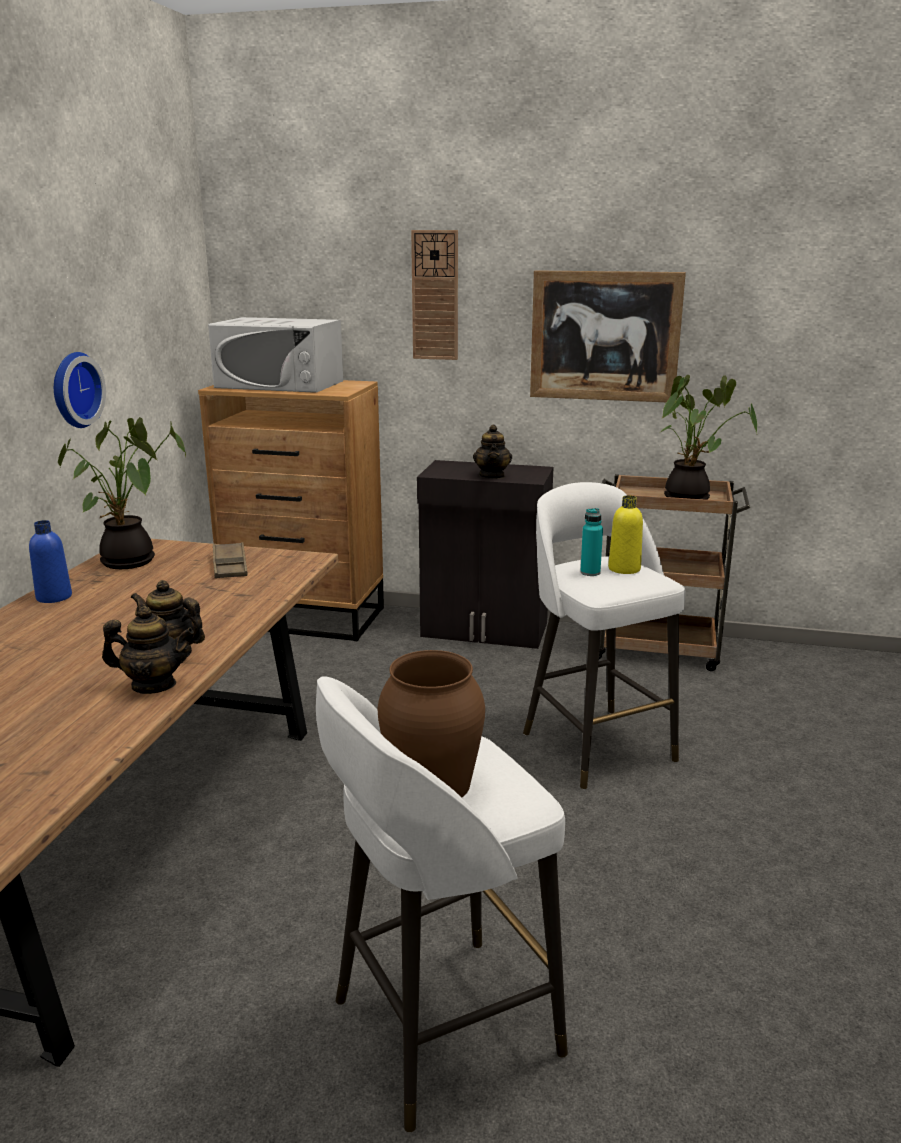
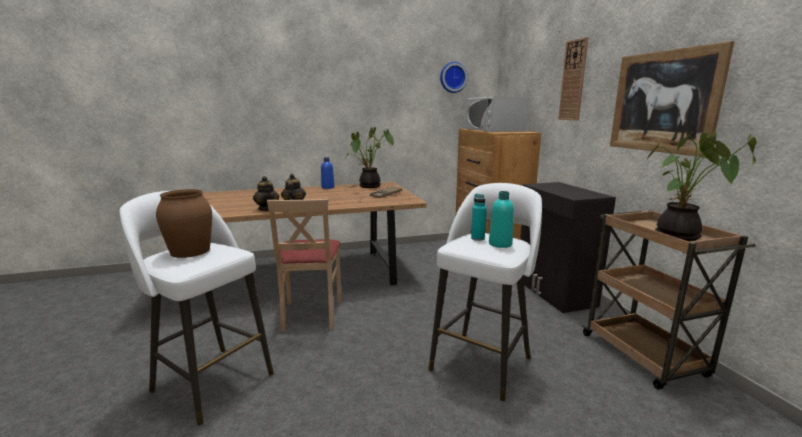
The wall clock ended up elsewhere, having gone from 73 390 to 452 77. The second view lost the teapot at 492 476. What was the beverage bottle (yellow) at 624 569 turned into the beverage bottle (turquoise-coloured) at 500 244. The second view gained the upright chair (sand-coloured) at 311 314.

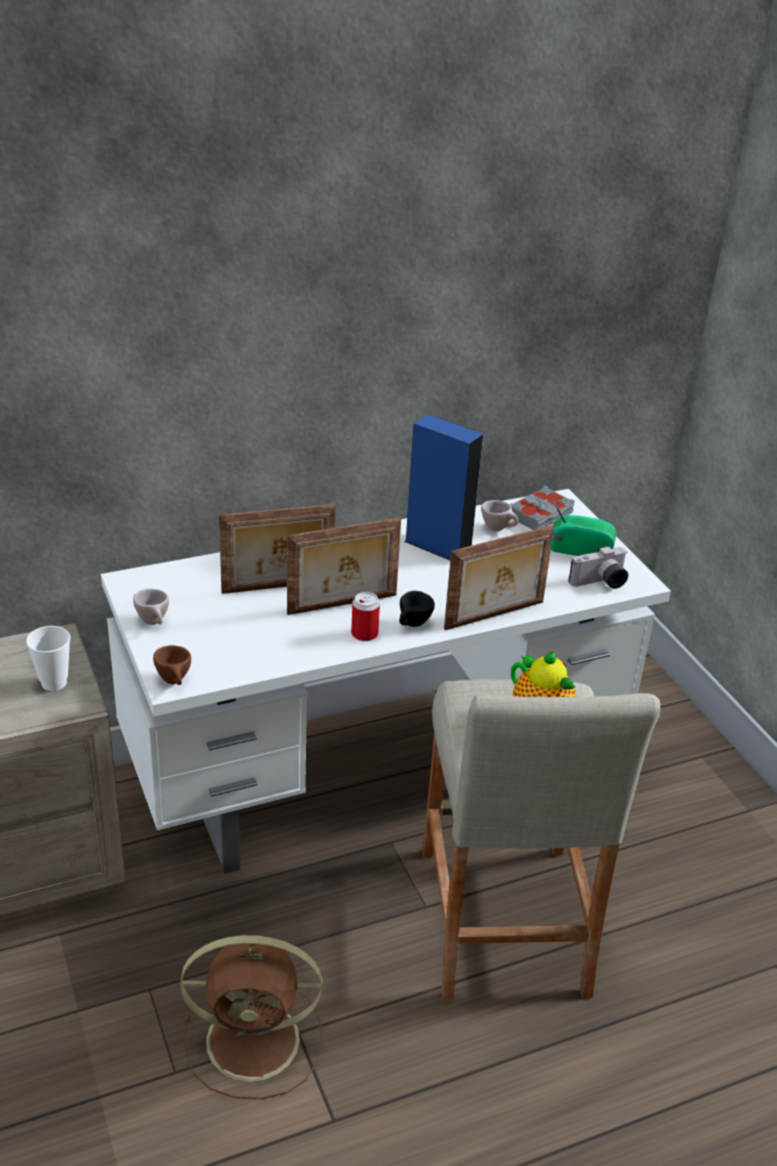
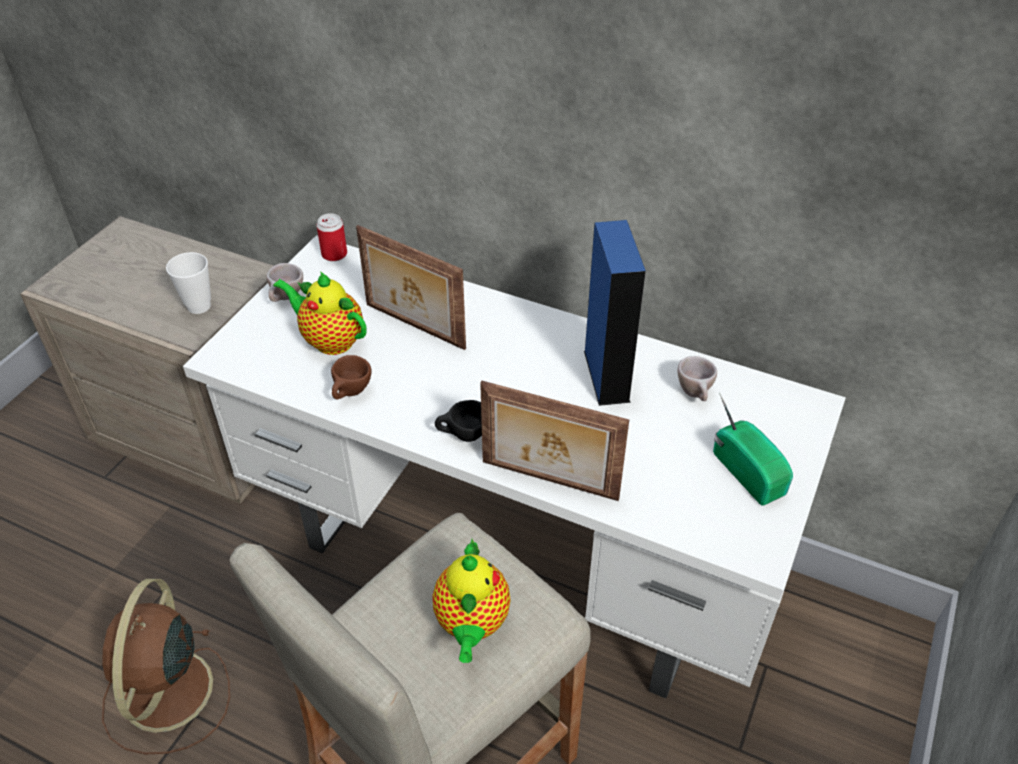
The second view lost the book (gray) at 541 515. The second view lost the picture frame at 343 605. The second view lost the photo camera at 600 583. The can ended up elsewhere, having gone from 364 634 to 334 254. The small cup (brownish) ended up elsewhere, having gone from 175 682 to 351 394. The cooling fan (brownish) at 257 1040 ended up facing another way, 45 degrees clockwise from before. The second view gained the teapot at 330 340.

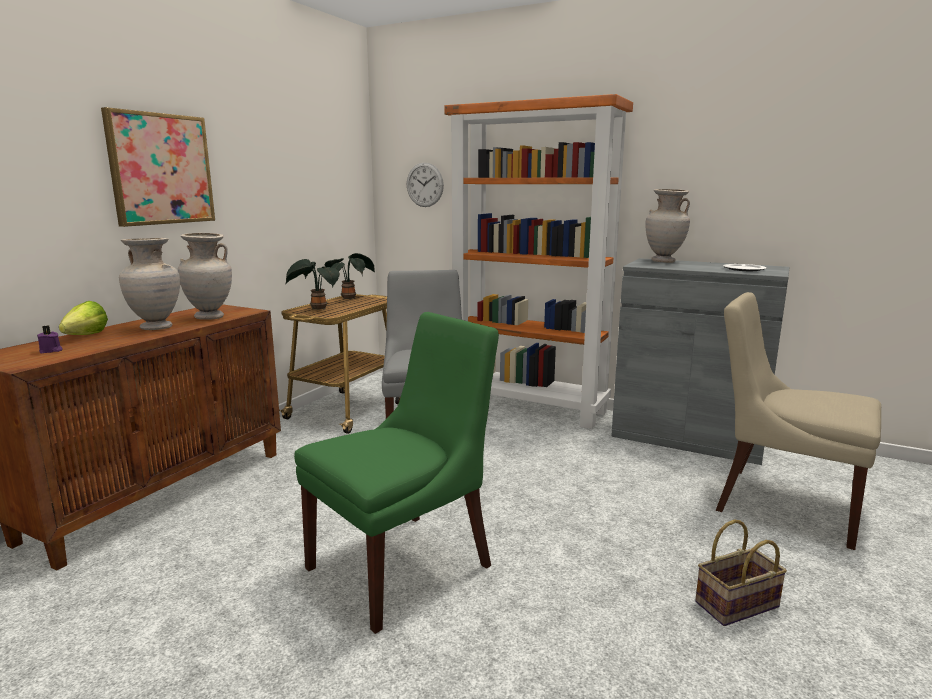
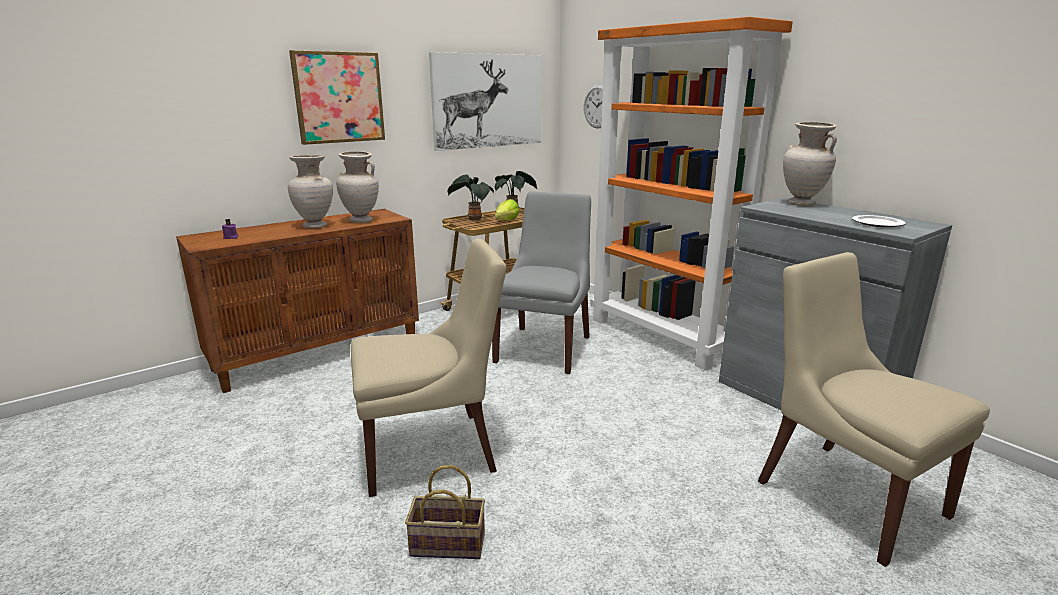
The lettuce ended up elsewhere, having gone from 81 338 to 504 222. What was the upright chair (greenish) at 404 564 turned into the upright chair (sand-coloured) at 433 451. The household basket ended up elsewhere, having gone from 736 606 to 445 545. The second view gained the picture at 488 101.

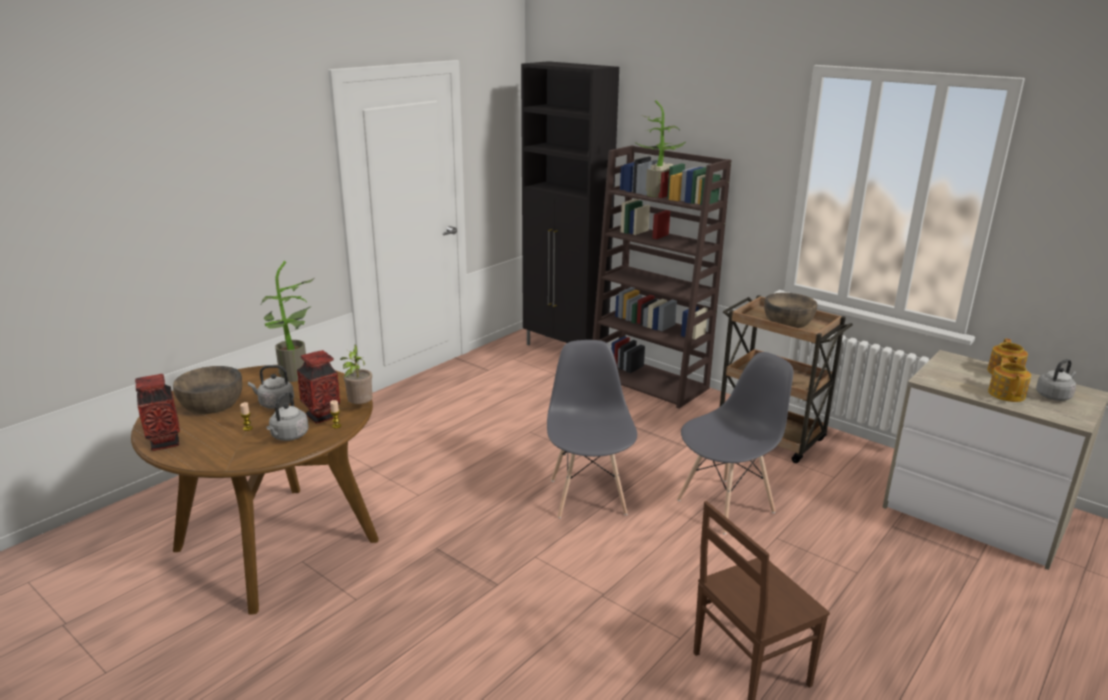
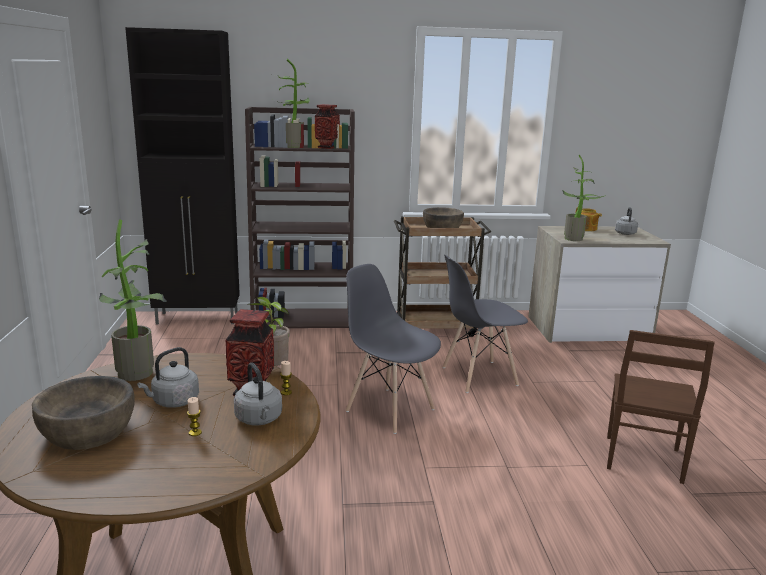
The upright chair (gray) at 726 505 ended up facing another way, 120 degrees counterclockwise from before. The second view lost the teapot at 1006 394. The flower vase ended up elsewhere, having gone from 164 443 to 327 147. The second view gained the houseplant at 576 239.

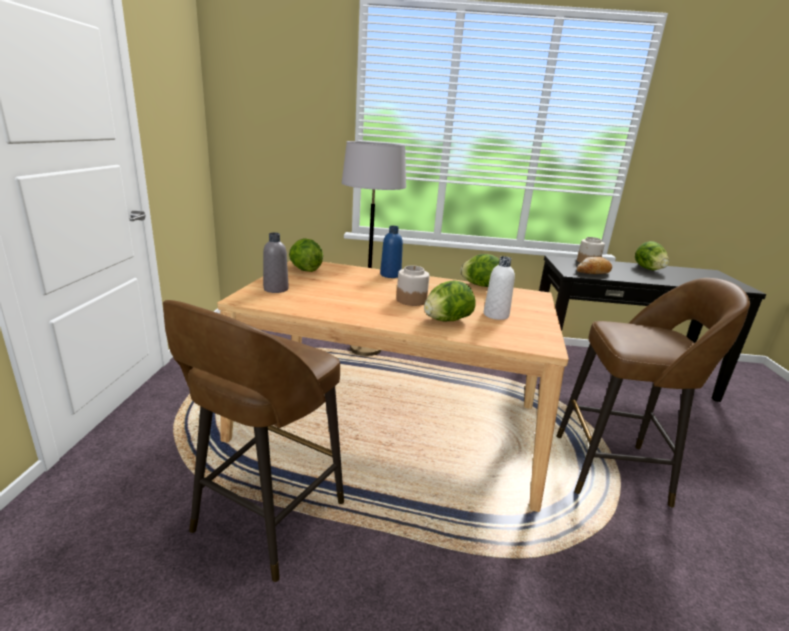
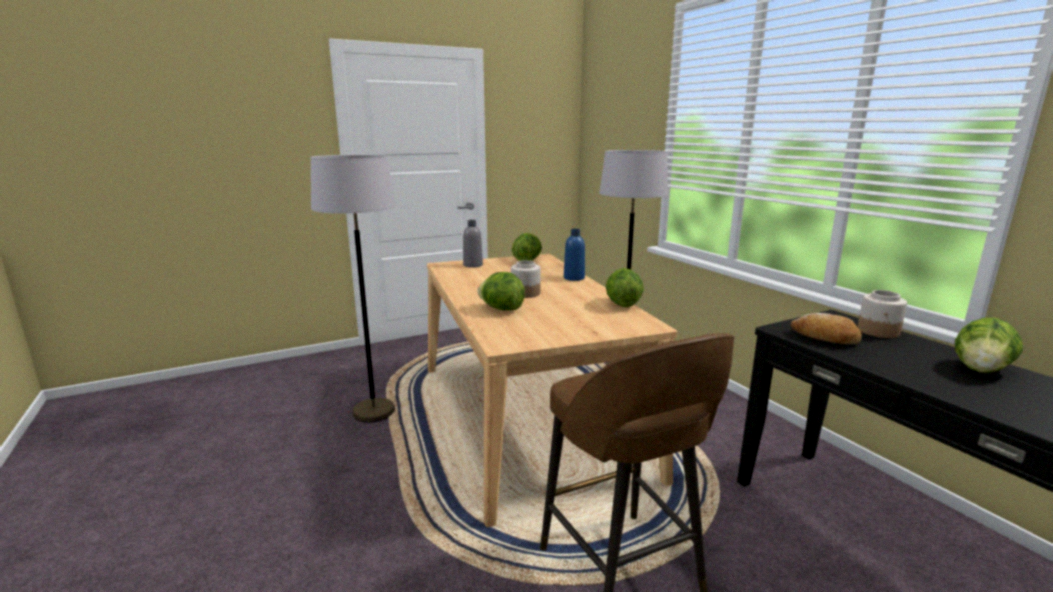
The second view lost the beverage bottle (white-coloured) at 496 315. Where the stool (brownish) stood at 266 519, the standard lamp (gray) came to stand at 374 412.

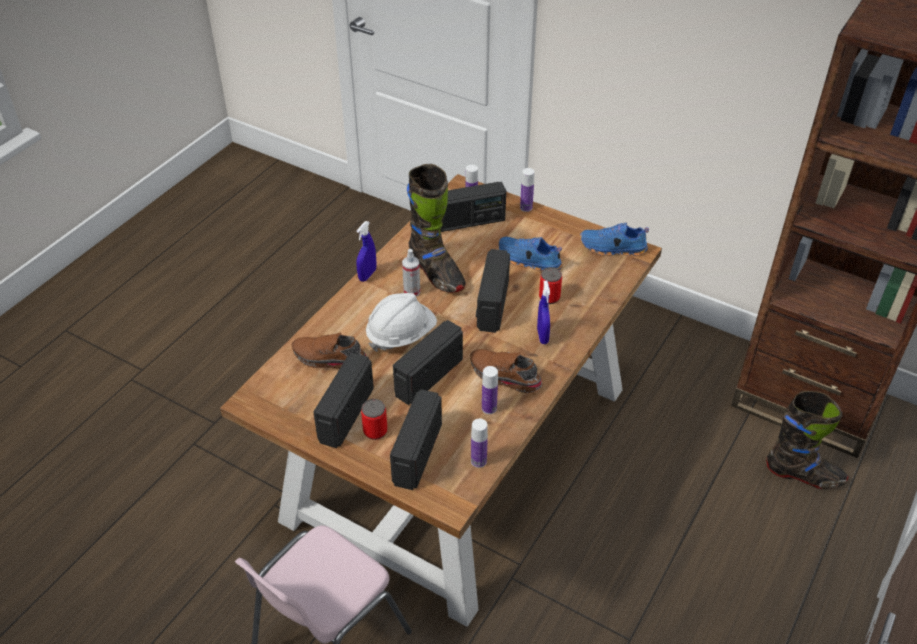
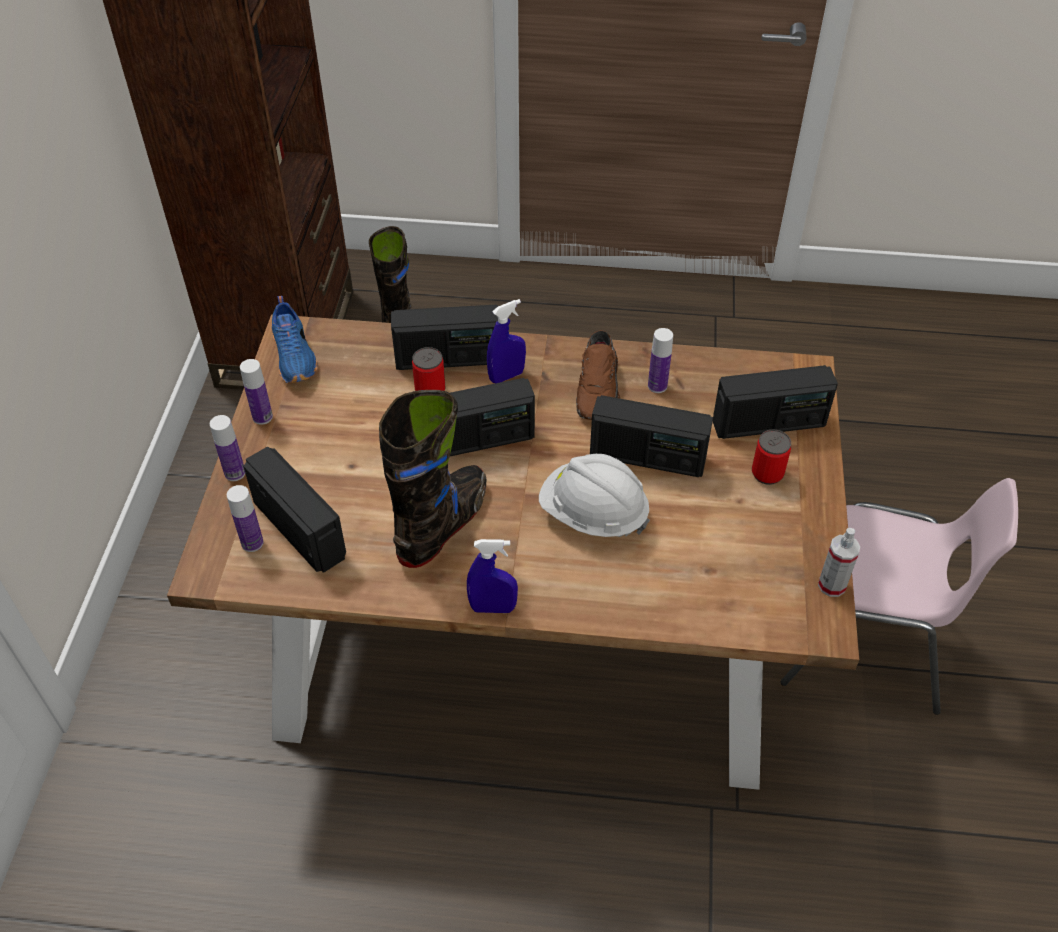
The second view lost the low shoe (blue-coloured) at 528 261. The spray bottle ended up elsewhere, having gone from 412 291 to 832 585. The second view lost the low shoe (brownish) at 329 359. The radio set ended up elsewhere, having gone from 345 414 to 449 359. The beverage bottle ended up elsewhere, having gone from 478 461 to 262 417.

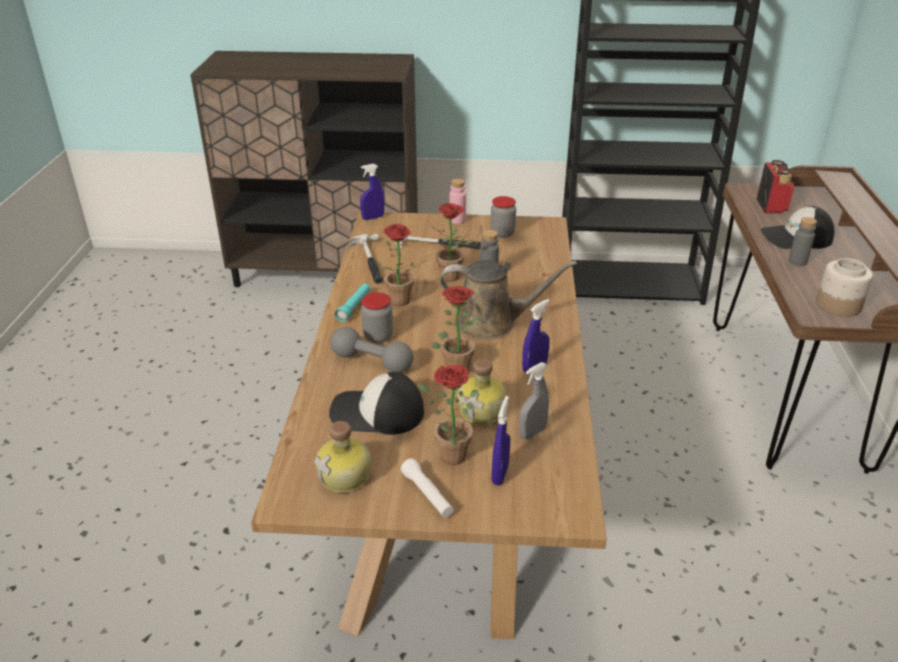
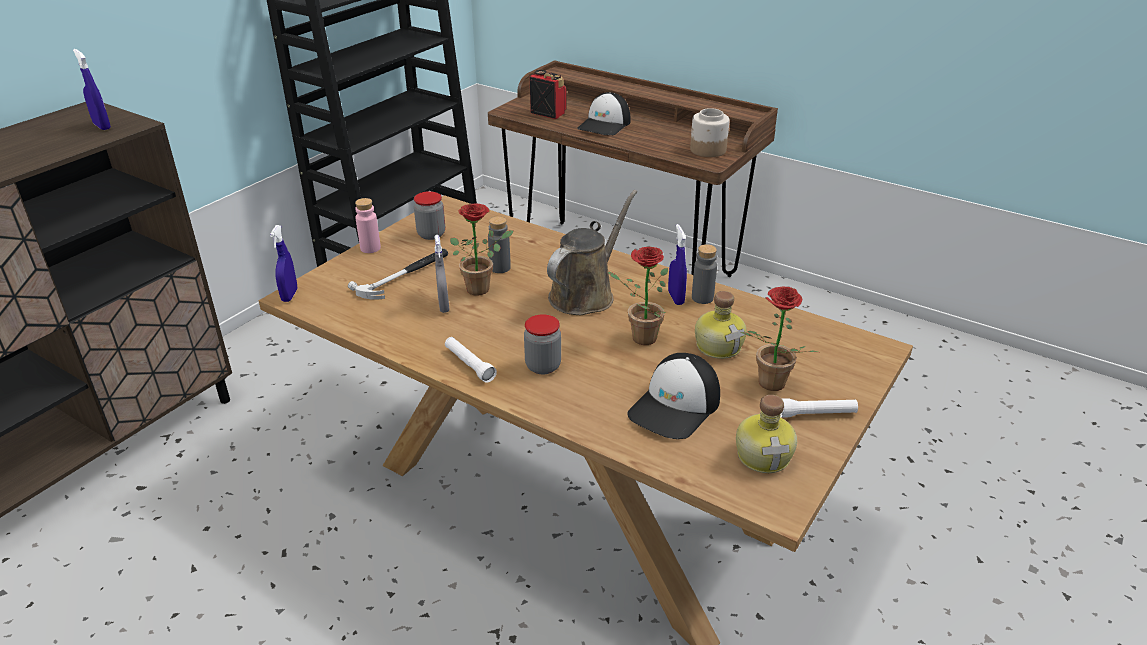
The beverage bottle (gray) ended up elsewhere, having gone from 797 262 to 702 298. The second view lost the houseplant at 400 303. The second view lost the hammer at 369 261. What was the torch (turquoise-coloured) at 354 307 turned into the torch (white-coloured) at 469 365. The second view lost the dumbbell (gray) at 372 362. The spray bottle (gray) ended up elsewhere, having gone from 532 433 to 444 306. The spray bottle (blue-coloured) ended up elsewhere, having gone from 500 474 to 102 126.

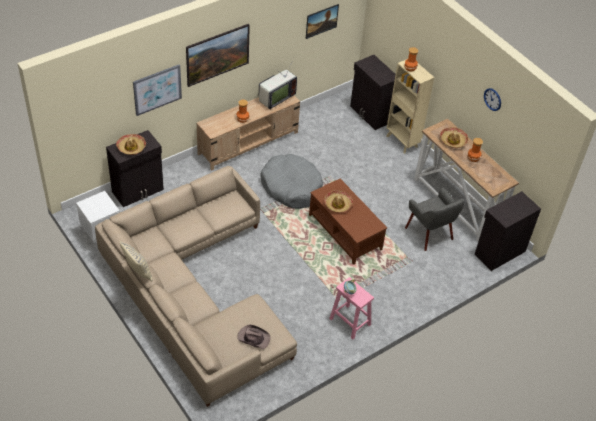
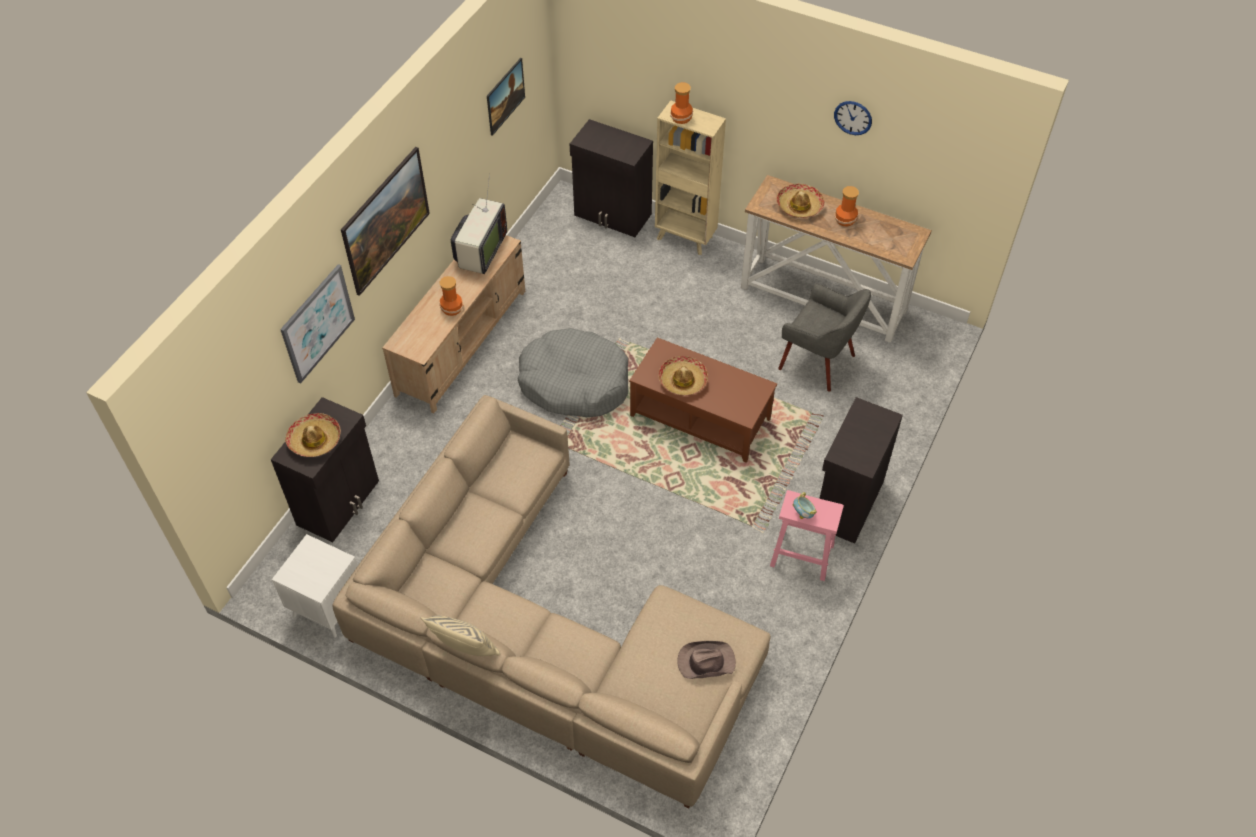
The storage cabinet (black-coloured) ended up elsewhere, having gone from 499 252 to 847 504.

